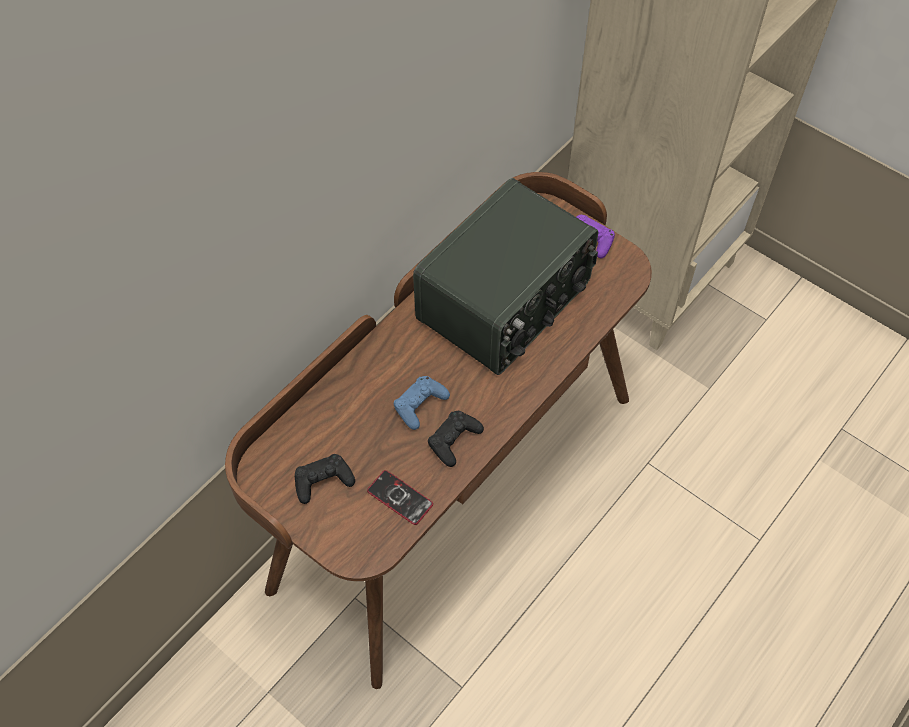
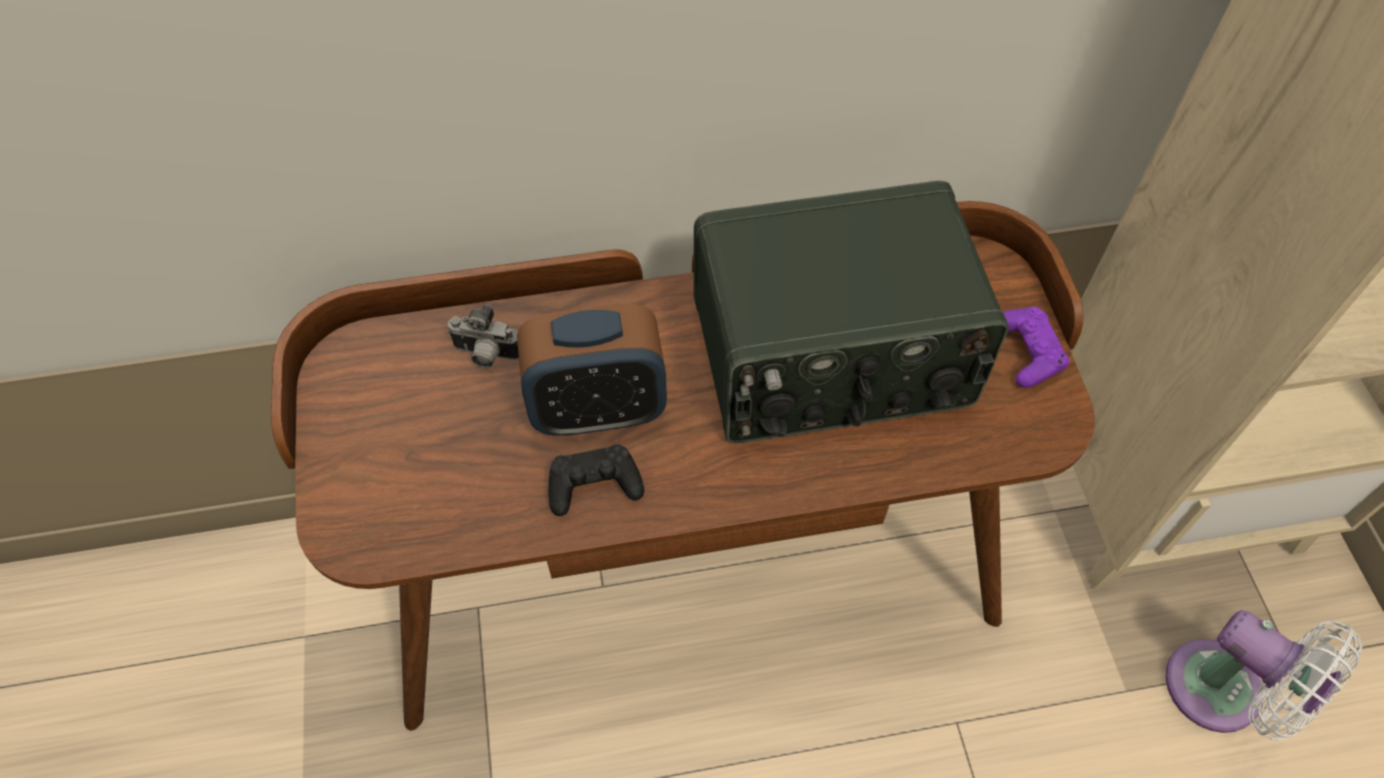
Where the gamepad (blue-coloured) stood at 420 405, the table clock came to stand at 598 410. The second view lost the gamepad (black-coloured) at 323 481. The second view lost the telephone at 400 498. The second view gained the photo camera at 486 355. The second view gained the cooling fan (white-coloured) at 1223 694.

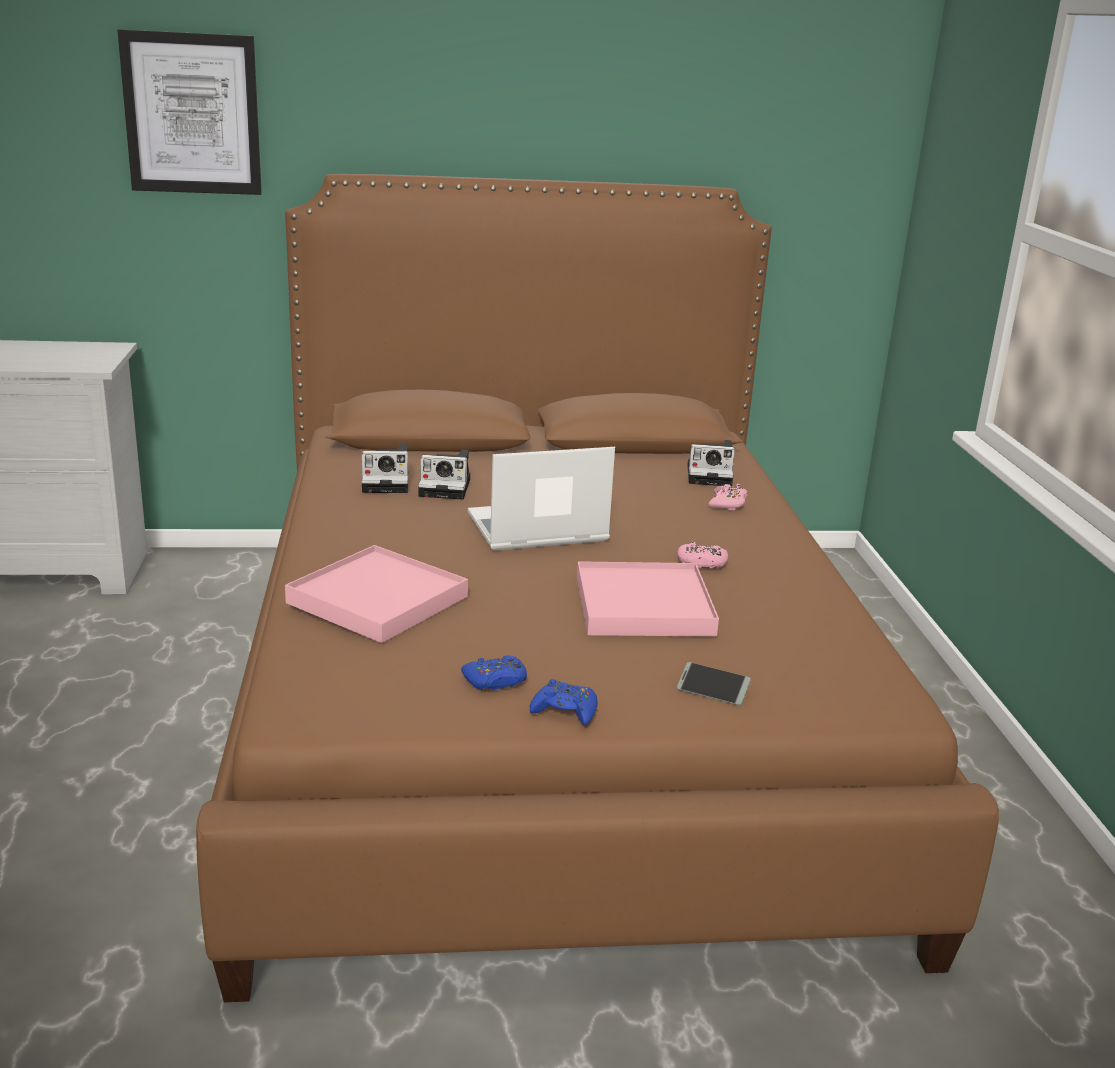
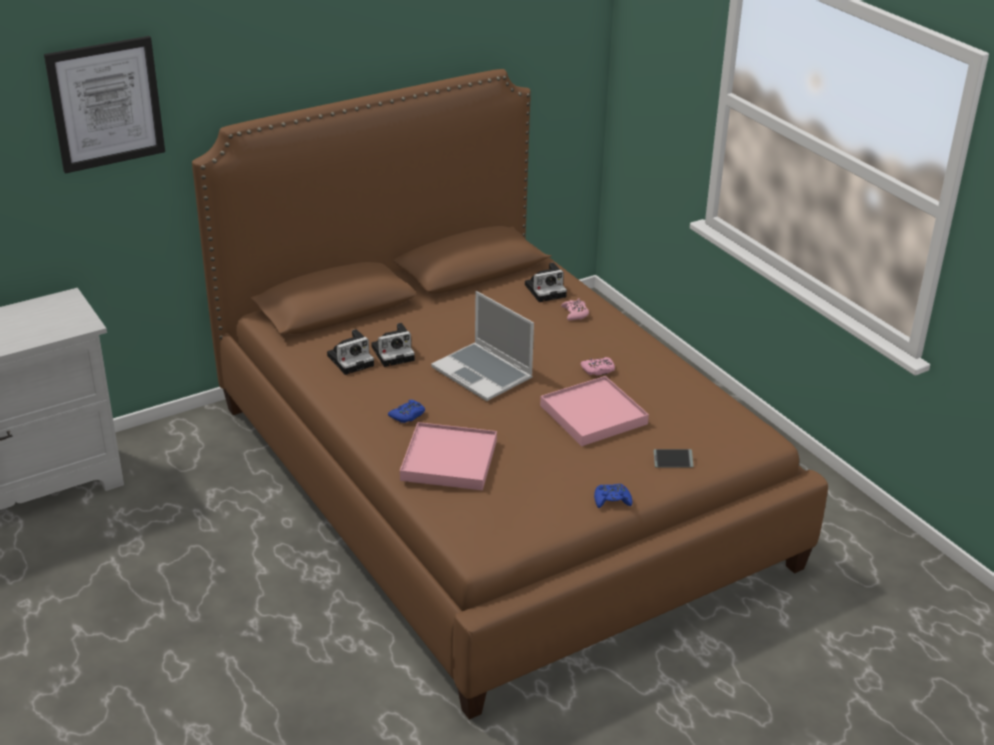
The laptop at 536 530 ended up facing another way, 90 degrees counterclockwise from before. The gamepad (blue-coloured) ended up elsewhere, having gone from 495 681 to 408 415.

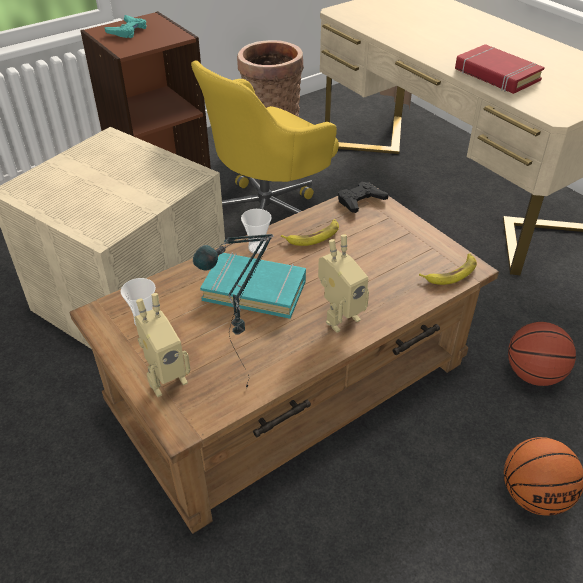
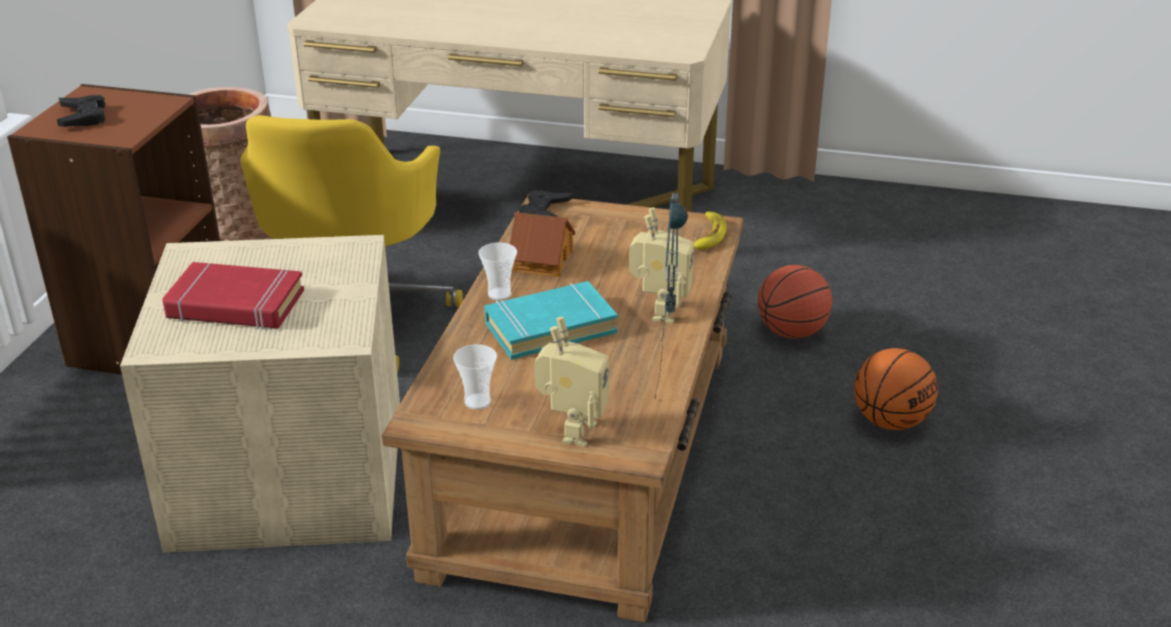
What was the gamepad (turquoise-coloured) at 128 31 turned into the gamepad (black-coloured) at 83 117. The book (red) ended up elsewhere, having gone from 496 75 to 235 305. Where the banana fruit stood at 313 236, the model house came to stand at 541 260.

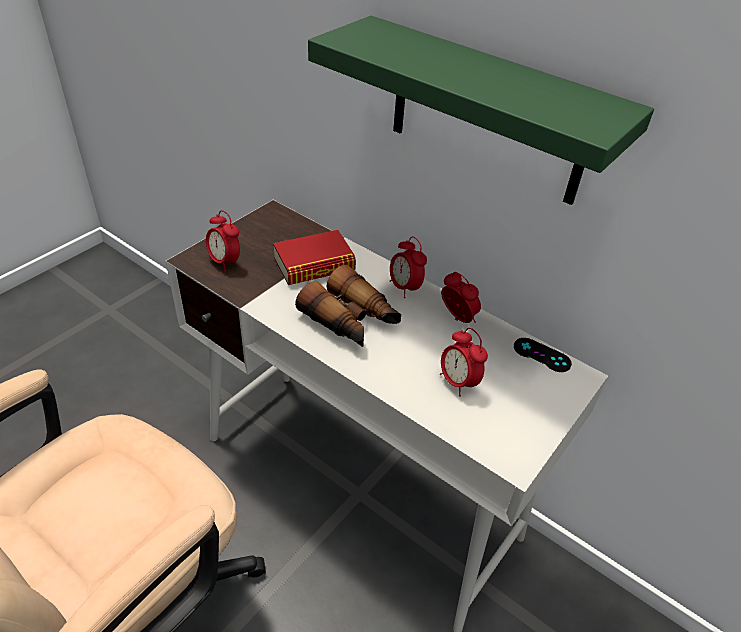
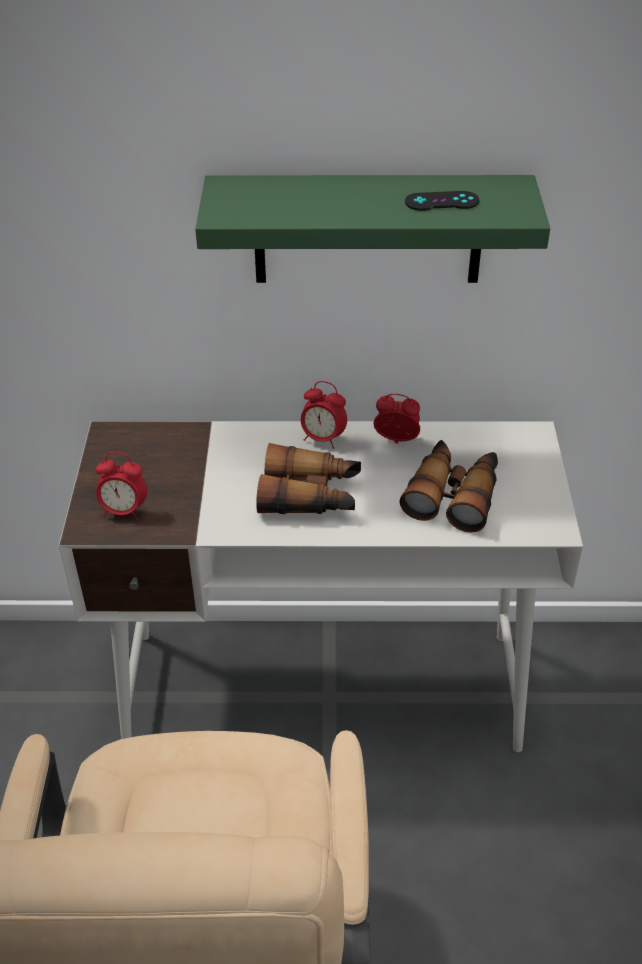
The second view lost the book at 314 265. Where the table clock stood at 458 382, the pair of binoculars came to stand at 453 494. The gamepad (black-coloured) ended up elsewhere, having gone from 542 355 to 442 201.

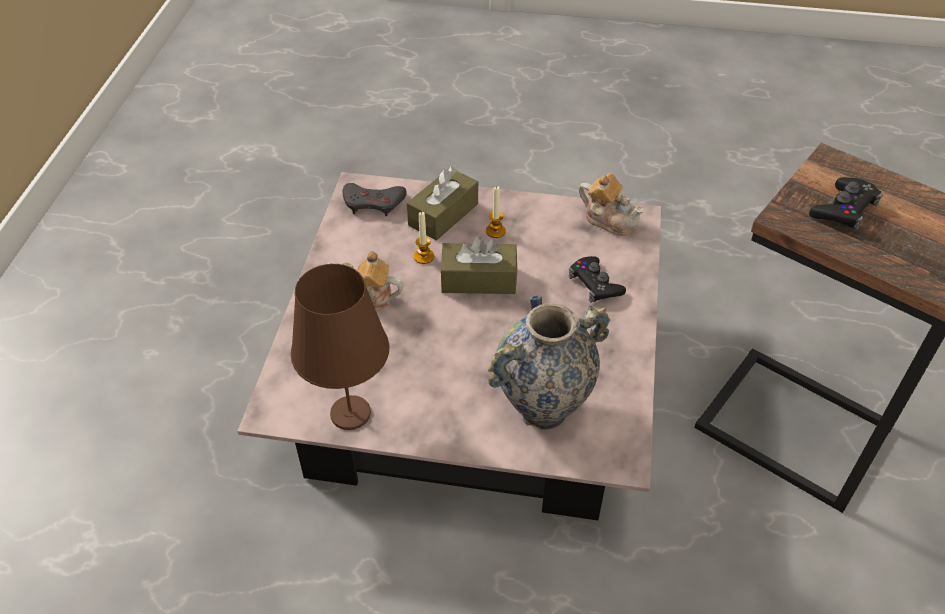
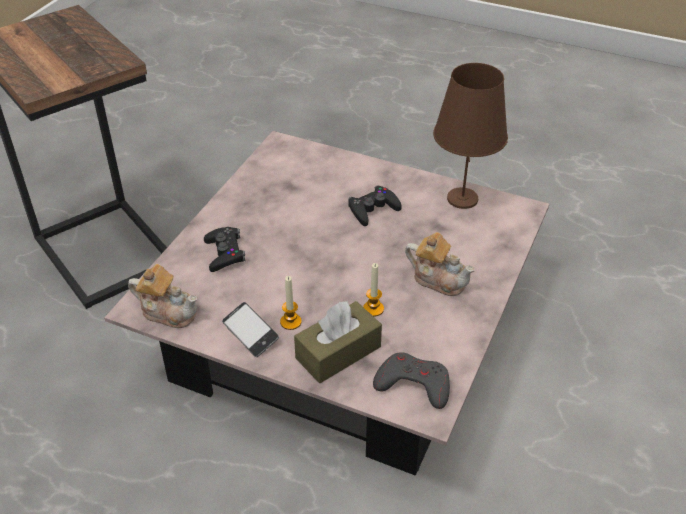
The teapot at 609 219 ended up facing another way, 150 degrees clockwise from before. The gamepad (black-coloured) ended up elsewhere, having gone from 844 209 to 373 210. The second view lost the box of tissues (brownish) at 478 279. The second view lost the flower vase at 542 410. The second view gained the telephone at 250 333.

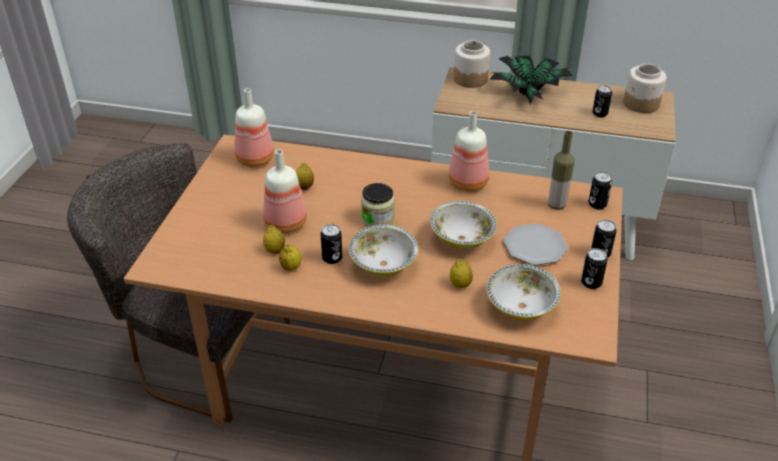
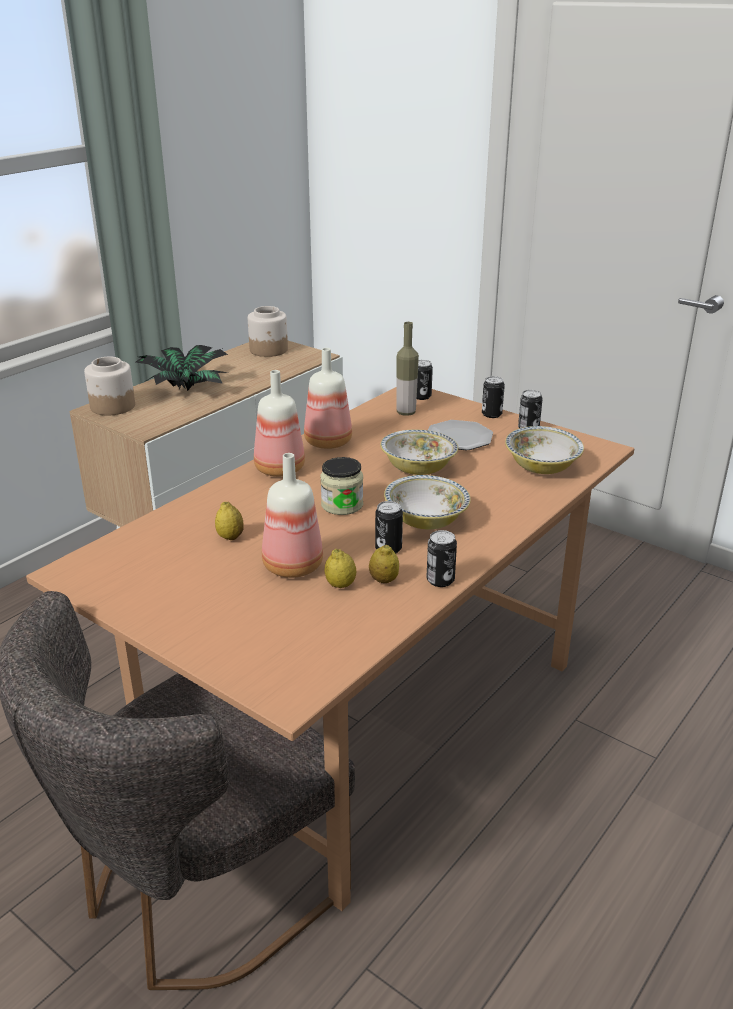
The can ended up elsewhere, having gone from 600 113 to 440 580. The beverage bottle ended up elsewhere, having gone from 254 160 to 280 470. The second view lost the citrus fruit at 460 284.

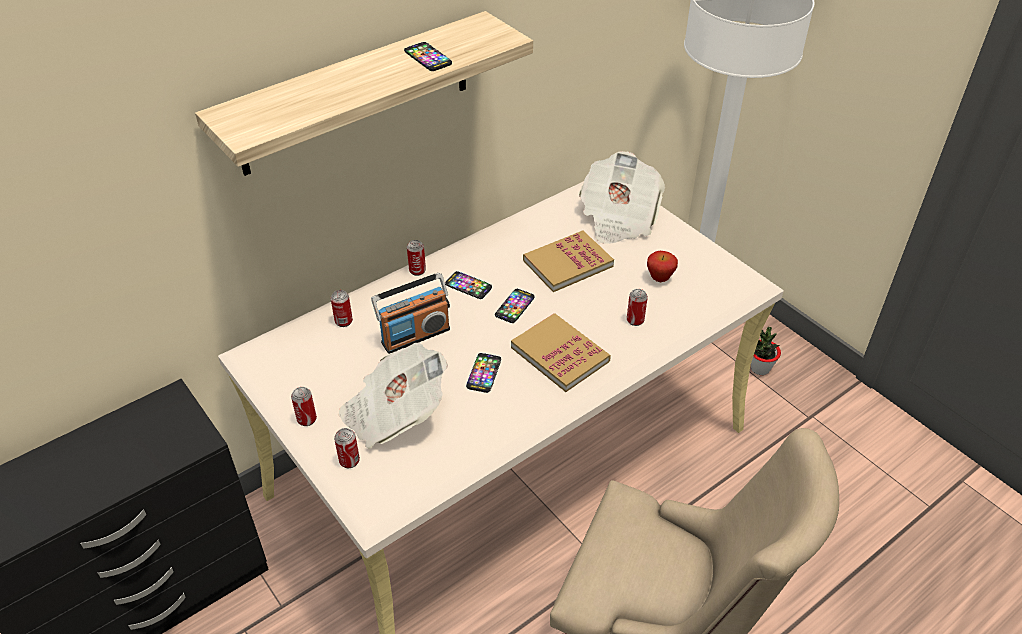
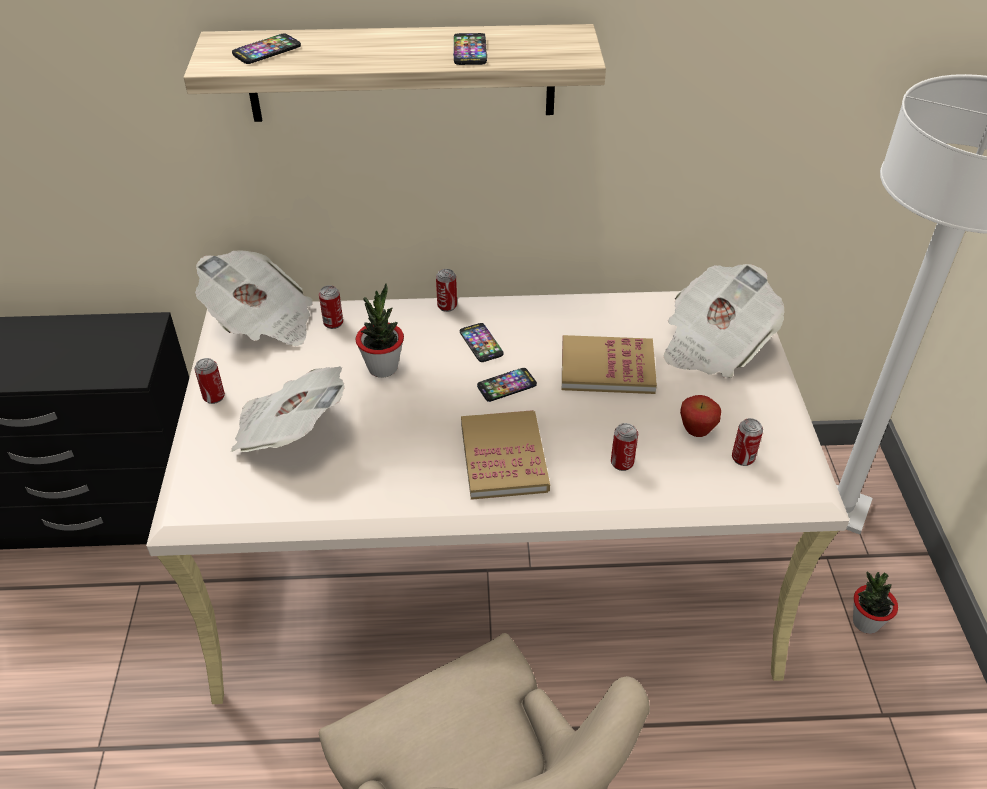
Where the radio set stood at 415 335, the houseplant came to stand at 383 367. The telephone ended up elsewhere, having gone from 484 373 to 267 50. The can ended up elsewhere, having gone from 349 461 to 743 458. The second view gained the daily paper at 262 322.

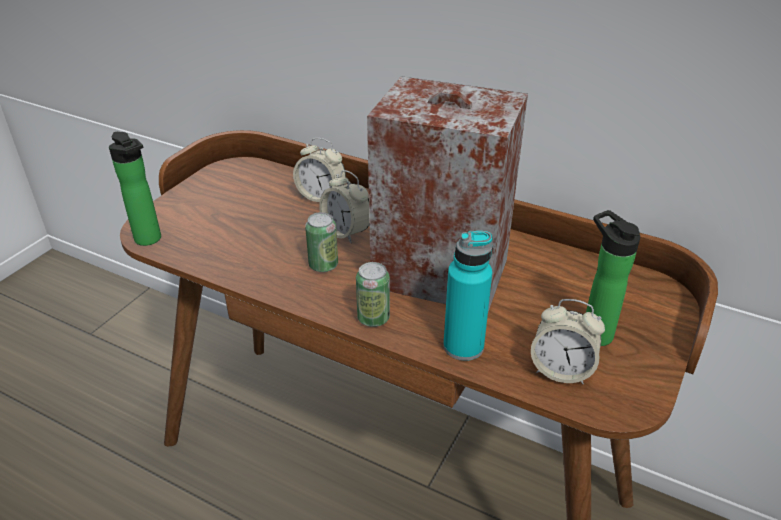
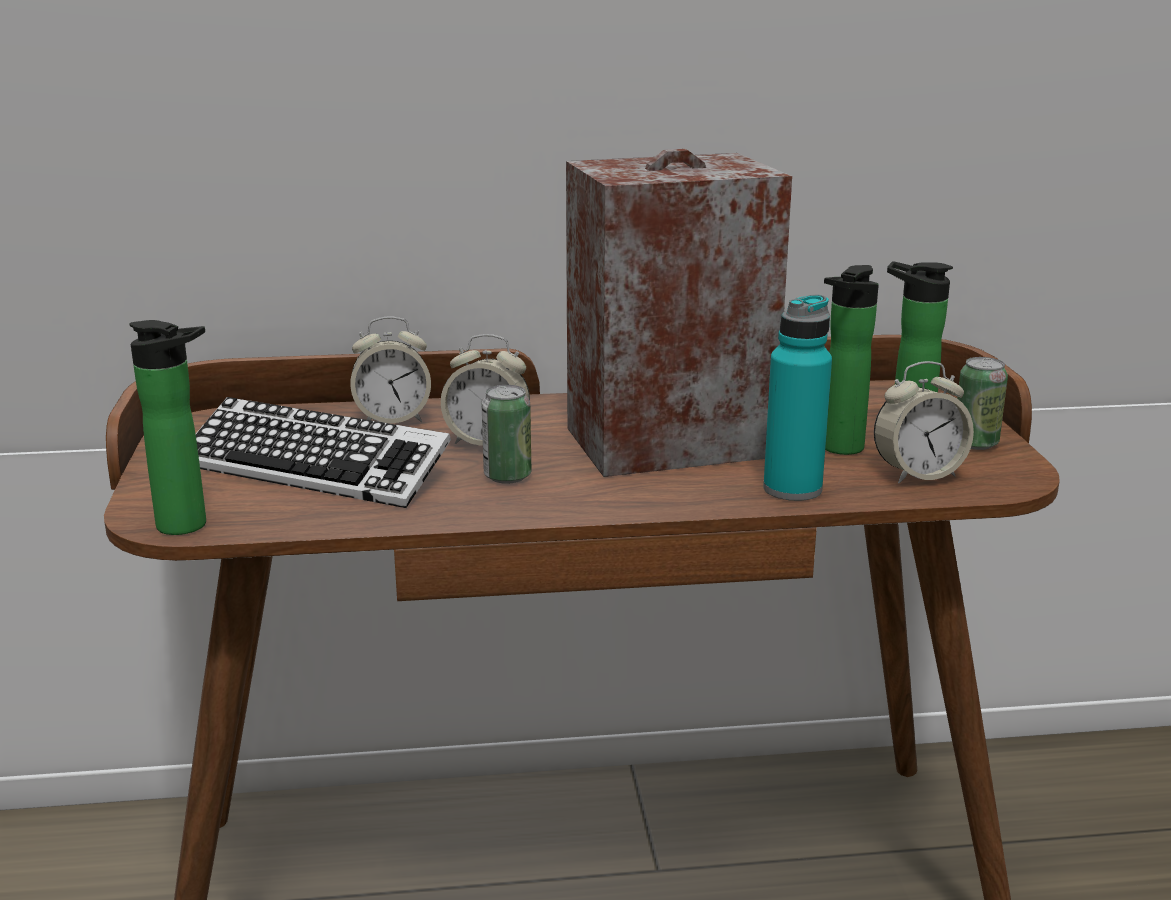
The can ended up elsewhere, having gone from 373 318 to 975 443. The second view gained the beverage bottle at 838 449. The second view gained the keyboard at 314 468.

